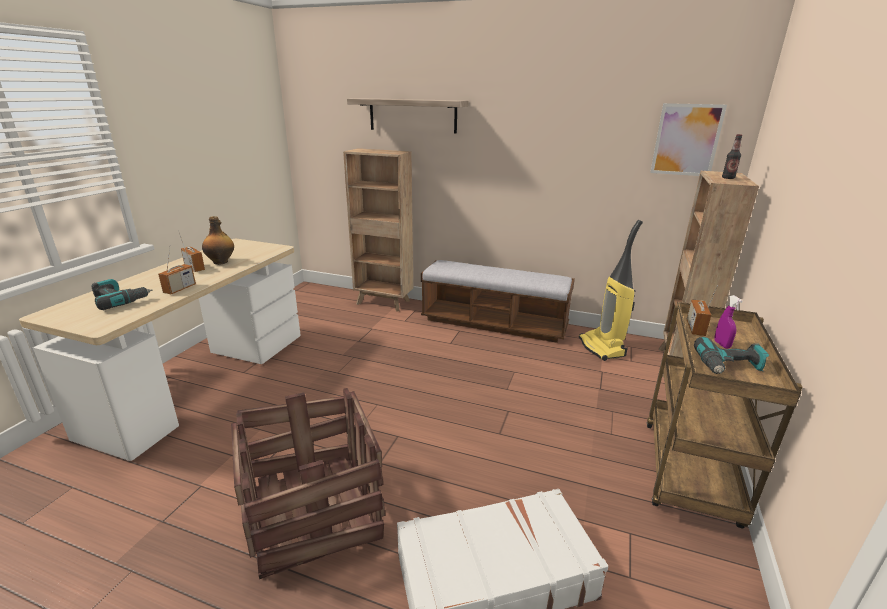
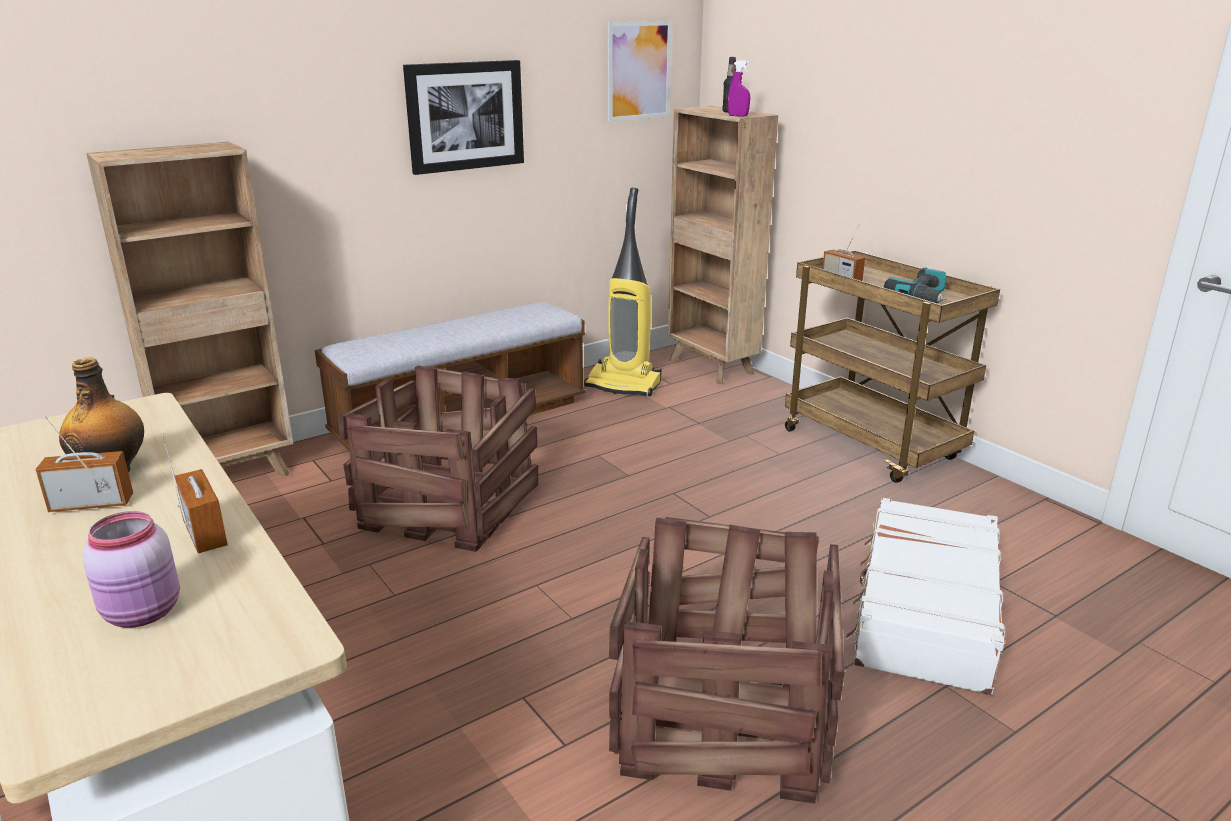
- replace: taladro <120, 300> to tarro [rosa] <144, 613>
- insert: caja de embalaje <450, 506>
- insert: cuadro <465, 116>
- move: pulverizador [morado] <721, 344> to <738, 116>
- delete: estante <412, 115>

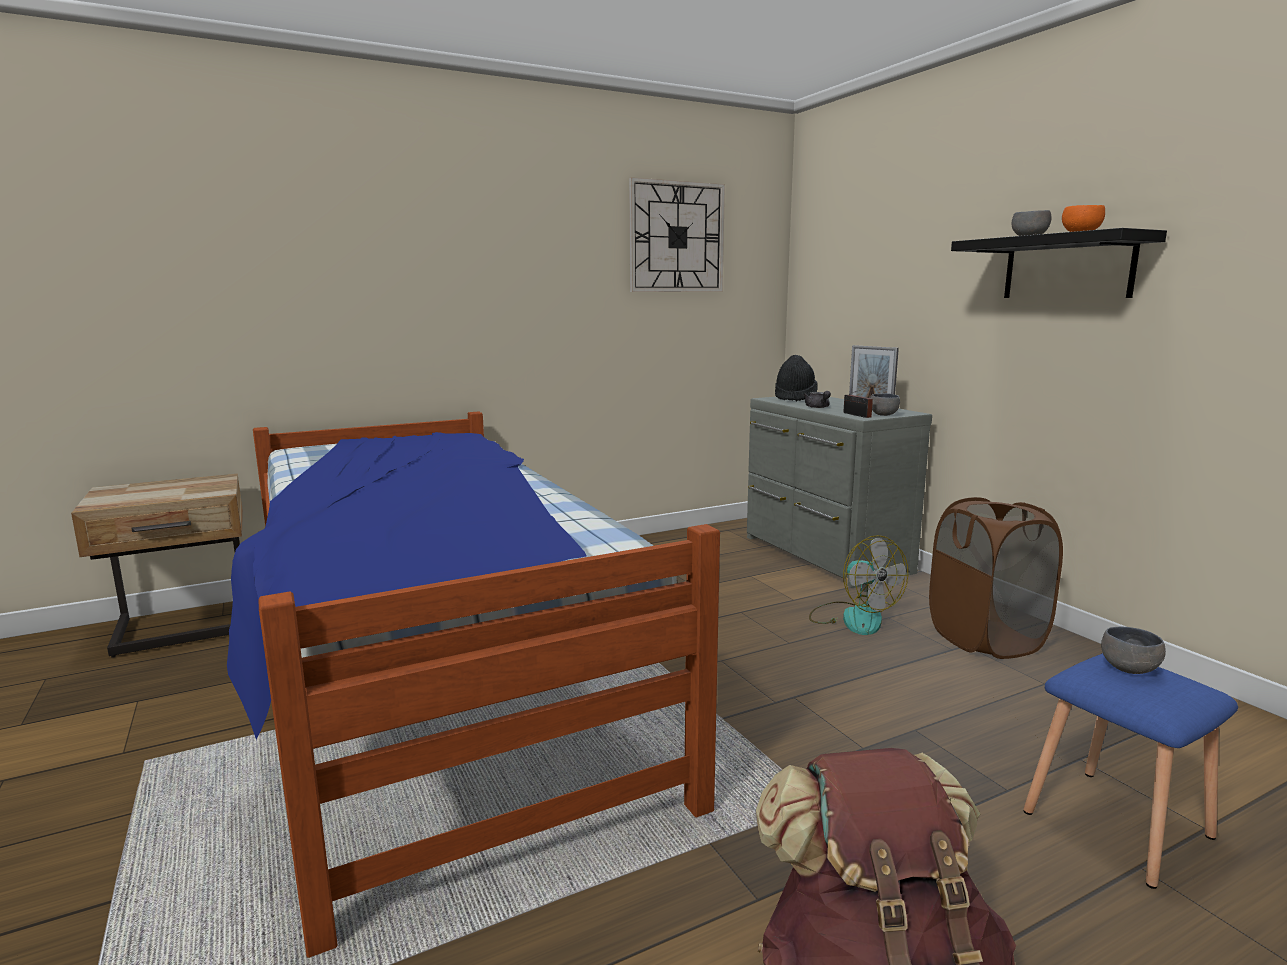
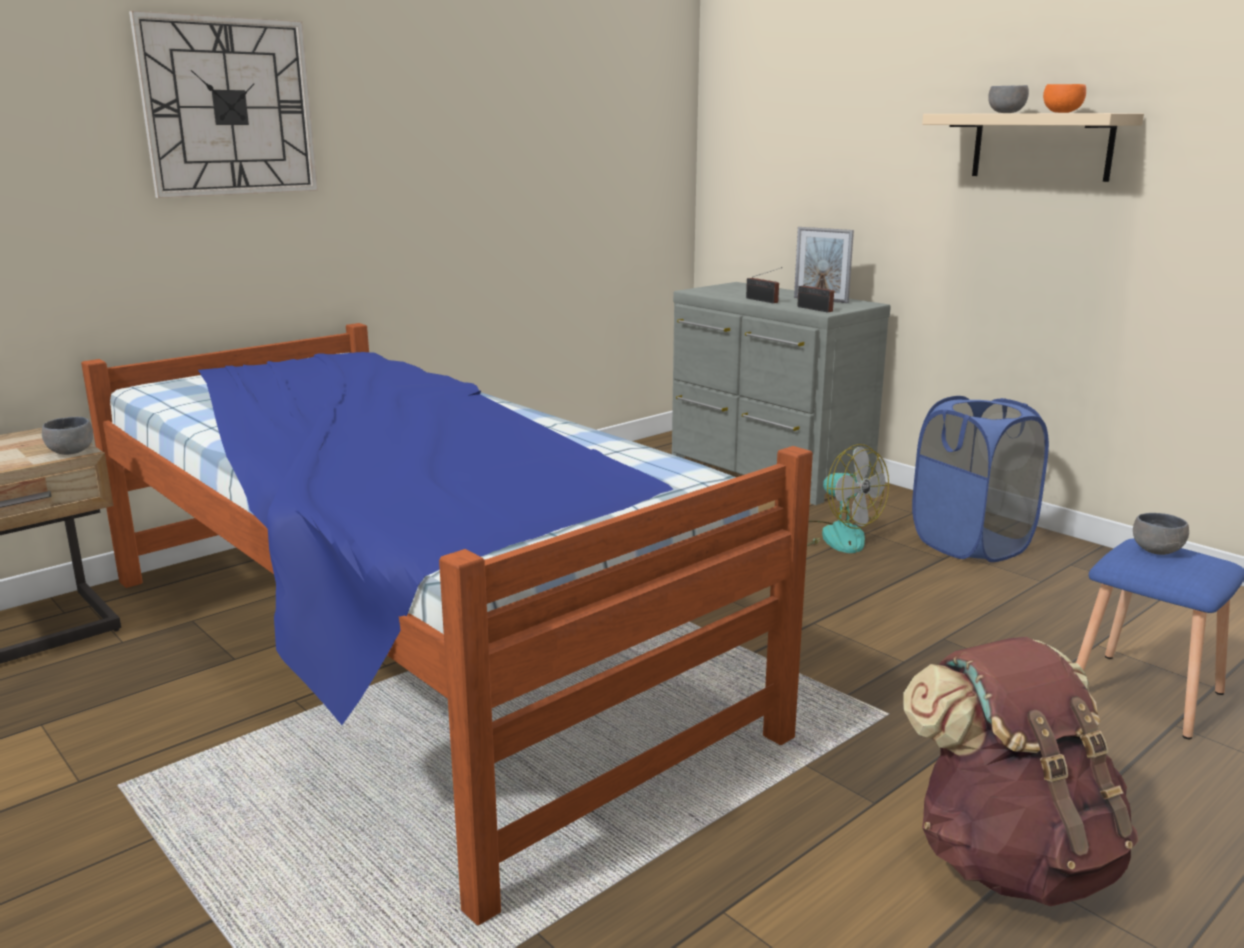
- move: cuenco [gris] <884, 415> to <71, 453>
- move: reloj de pared <676, 237> to <228, 107>
- replace: tetera [gris] <818, 407> to radio <763, 300>
- recolor: cesto de la ropa [marrón] <985, 639> to cesto de la ropa [azul] <970, 544>
- recolor: estante [negro] <1067, 267> to estante [beis] <1041, 146>
- delete: sombrero [negro] <795, 398>

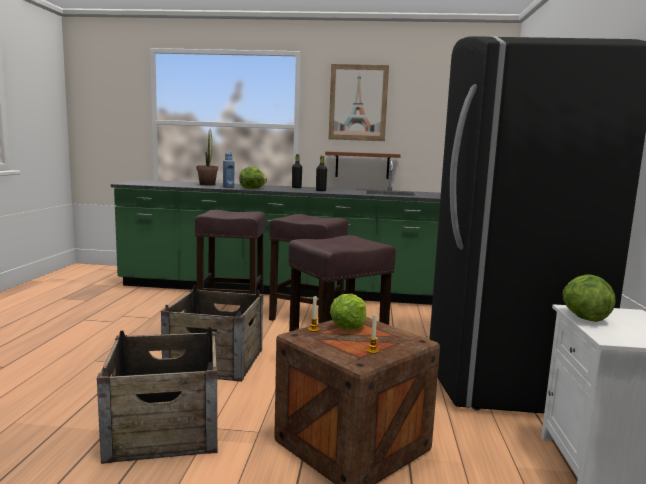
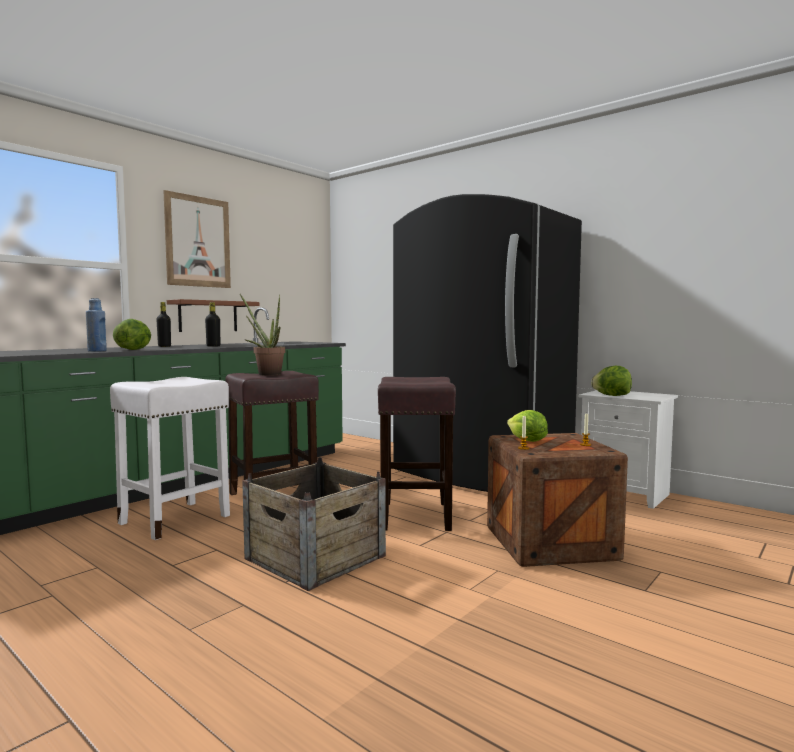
- recolor: taburete [marrón] <232, 309> to taburete [blanco] <176, 519>
- move: planta en maceta <208, 184> to <266, 374>
- delete: caja de embalaje <164, 428>

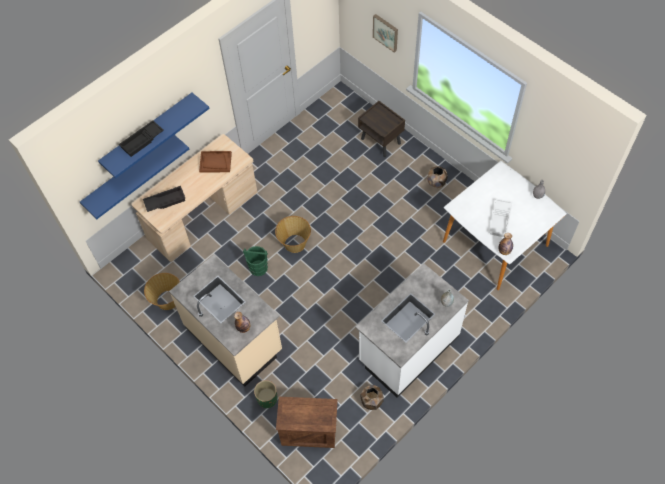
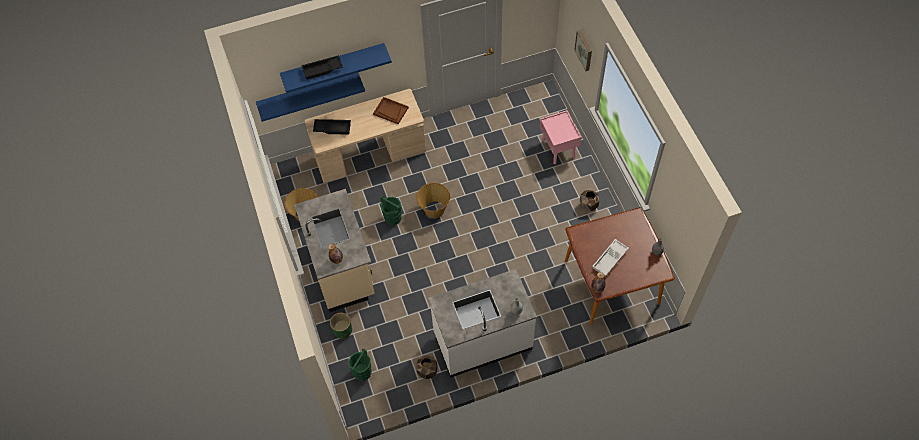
- replace: caja de embalaje <308, 431> to cubo [verde] <362, 372>
- recolor: mesita de noche [marrón] <381, 141> to mesita de noche [rosa] <558, 148>
- recolor: mesa de comedor [blanco] <495, 244> to mesa de comedor [marrón] <611, 282>

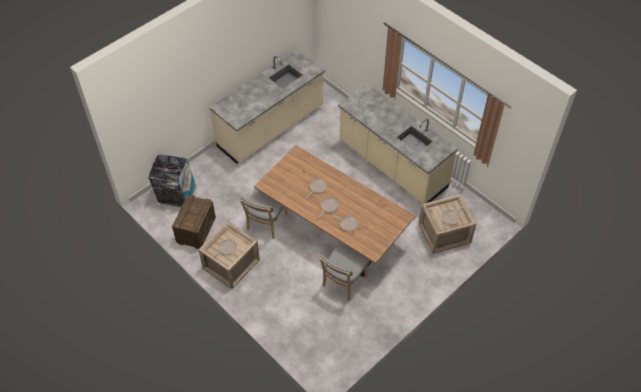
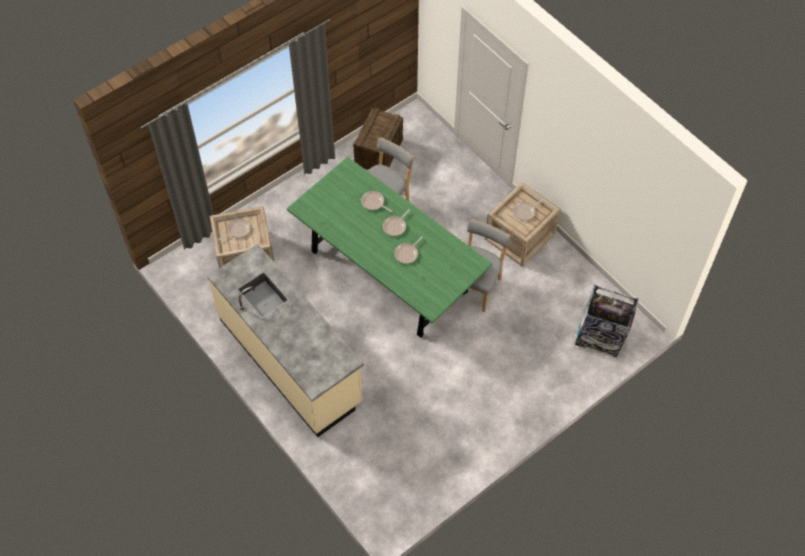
- recolor: mesa de comedor [marrón] <332, 229> to mesa de comedor [verde] <388, 271>
- move: caja de embalaje <196, 230> to <378, 153>
- delete: mueble bajo de cocina [beis] <271, 127>

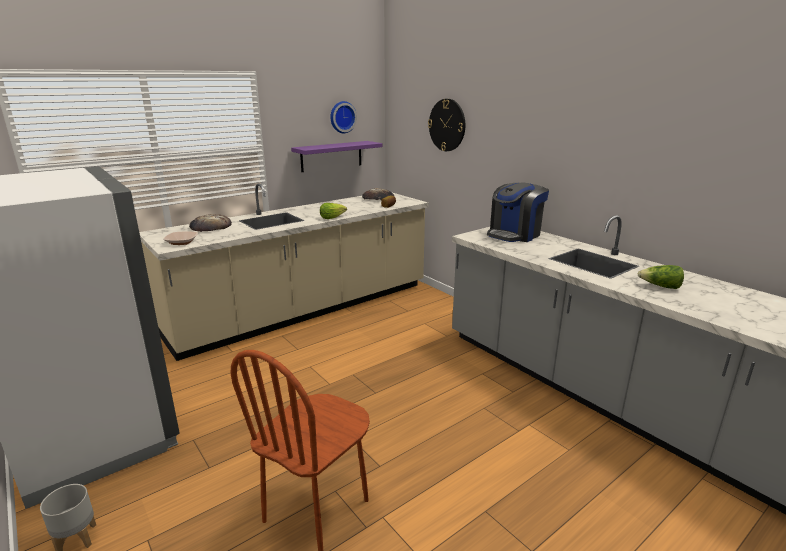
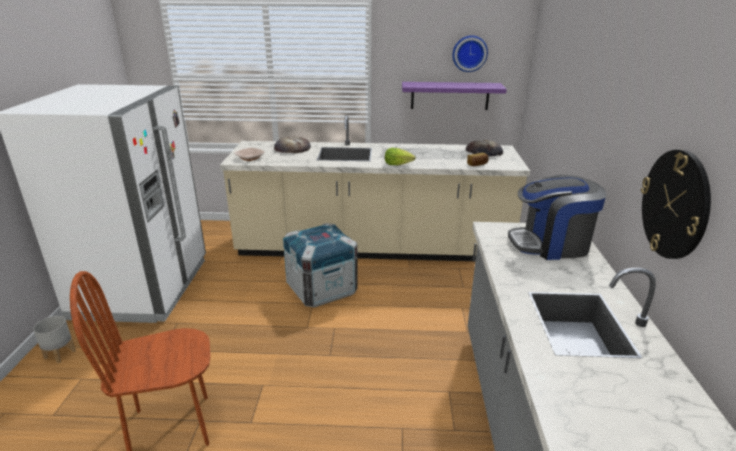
- insert: caja de embalaje <321, 289>
- move: reloj de pared <447, 125> to <675, 204>
- delete: lechuga <660, 286>

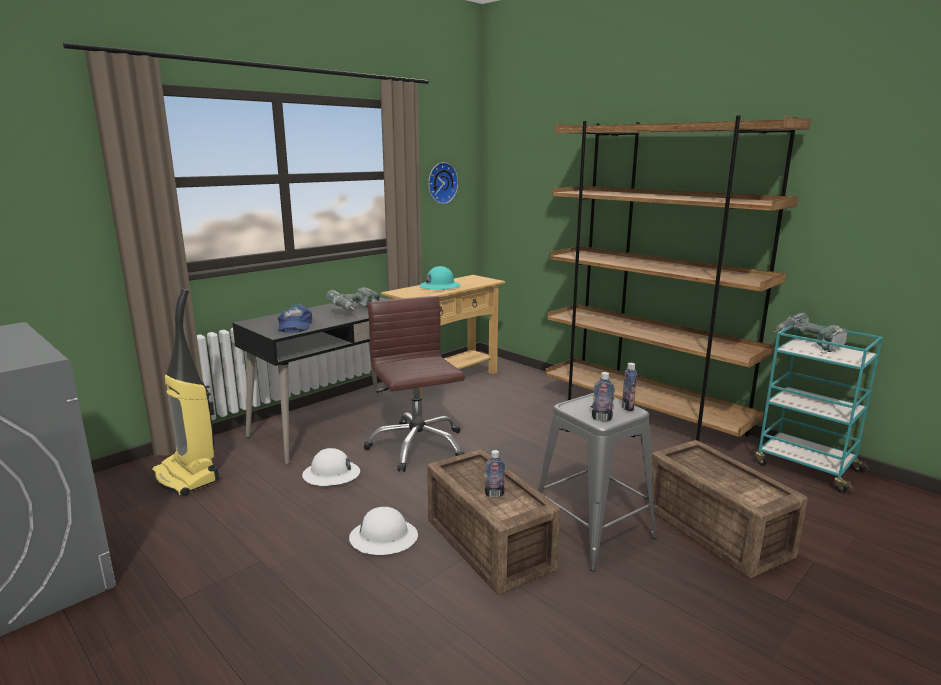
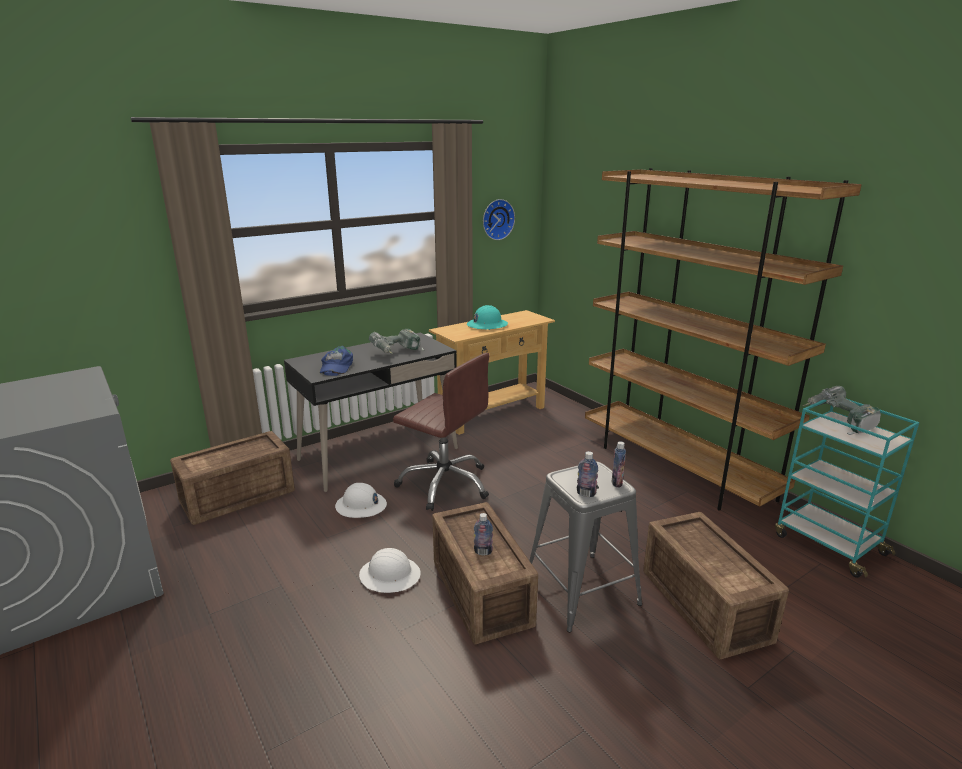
- replace: aspiradora <188, 477> to caja de embalaje <240, 497>
- rotate: silla de oficina [marrón] <417, 446> = <445, 484> 135 degrees clockwise

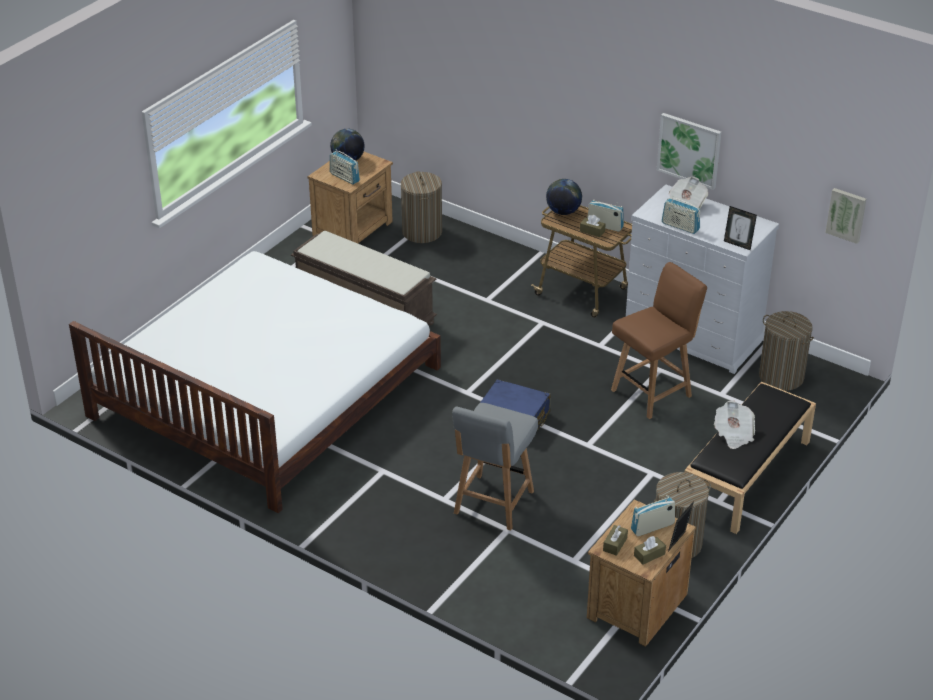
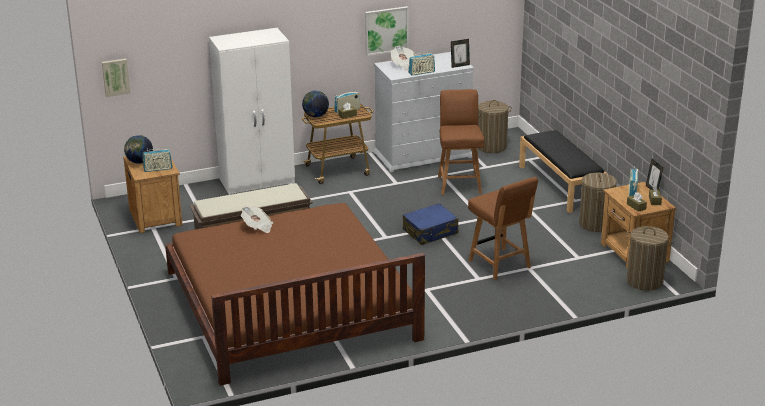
- move: cuadro <846, 214> to <115, 77>
- recolor: cama [blanco] <266, 392> to cama [marrón] <290, 305>
- insert: armario ropero [blanco] <258, 181>
- move: periódico <733, 434> to <257, 227>
- recolor: silla [gris] <492, 503> to silla [marrón] <500, 264>
- move: cesto de la ropa <422, 232> to <645, 281>

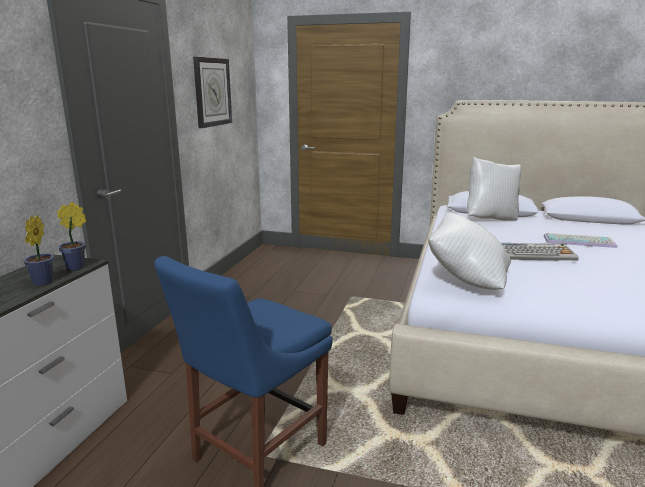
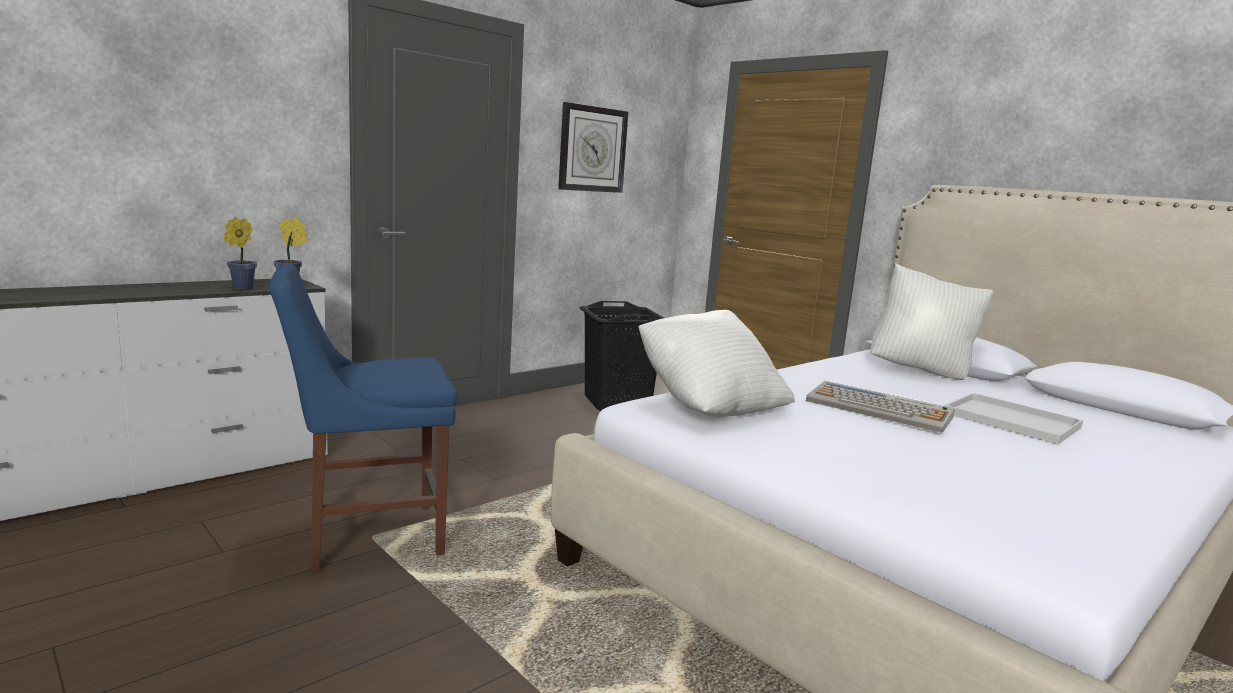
- insert: cesto de la ropa [negro] <617, 403>
- replace: teclado <579, 241> to bandeja [blanco] <1014, 420>

